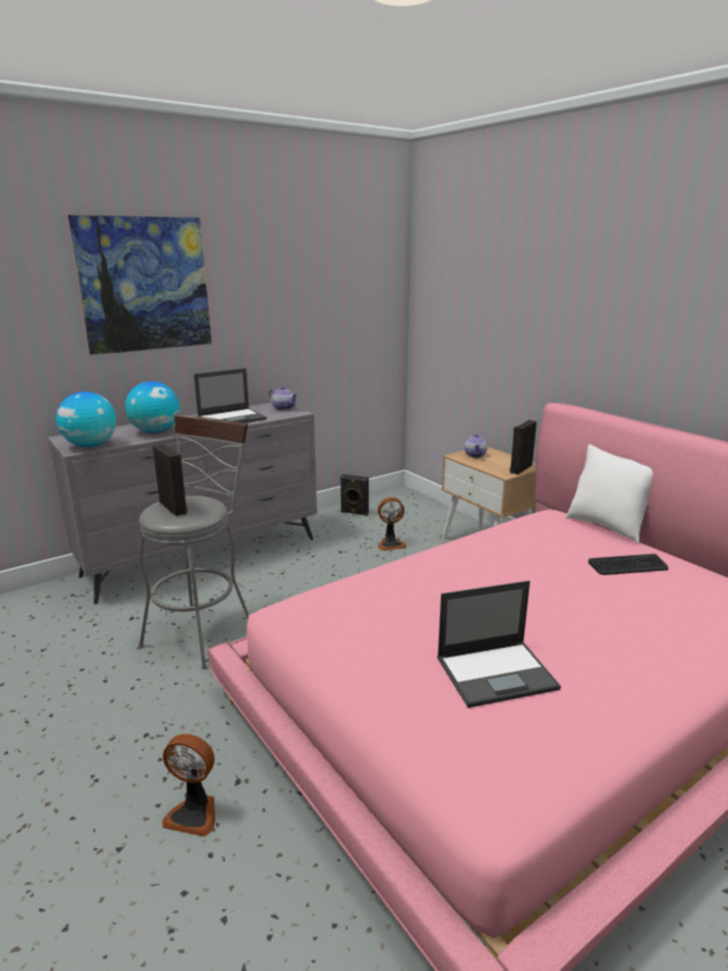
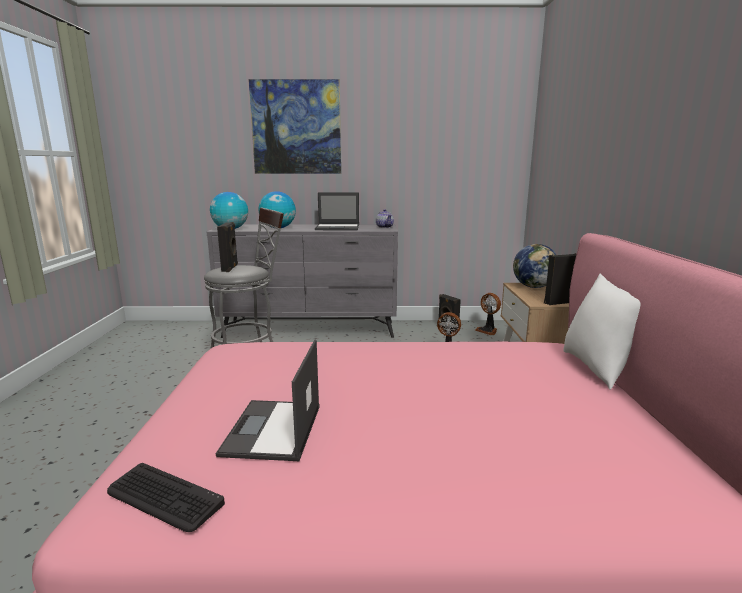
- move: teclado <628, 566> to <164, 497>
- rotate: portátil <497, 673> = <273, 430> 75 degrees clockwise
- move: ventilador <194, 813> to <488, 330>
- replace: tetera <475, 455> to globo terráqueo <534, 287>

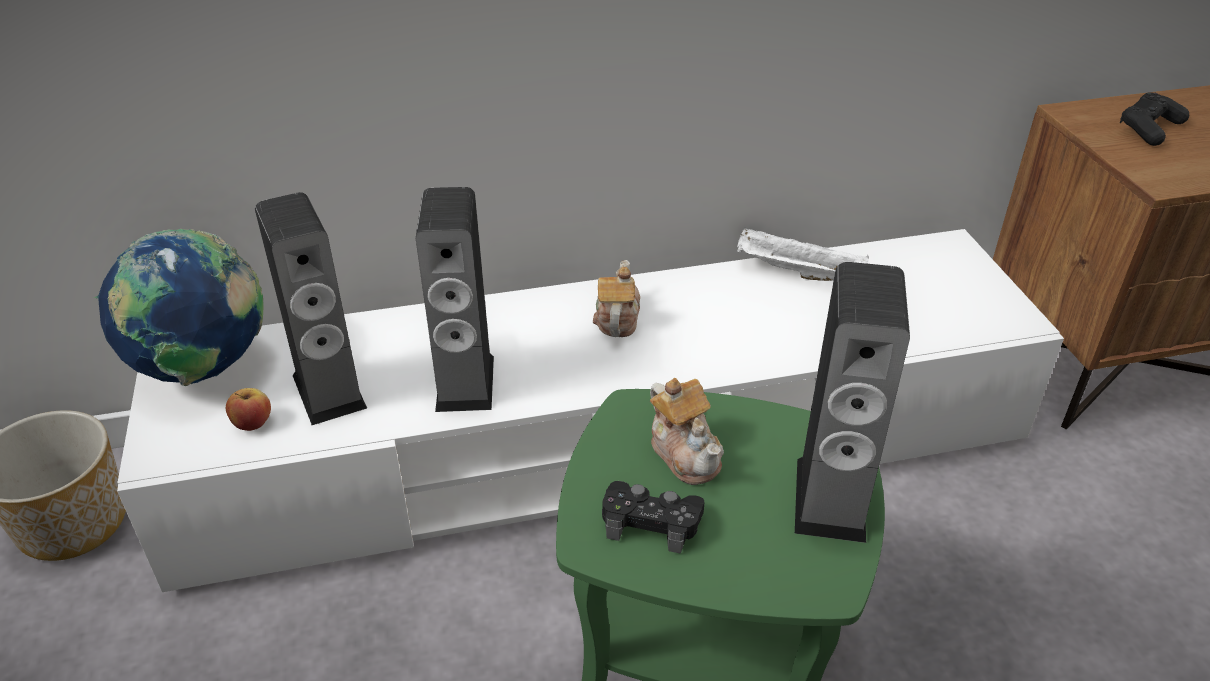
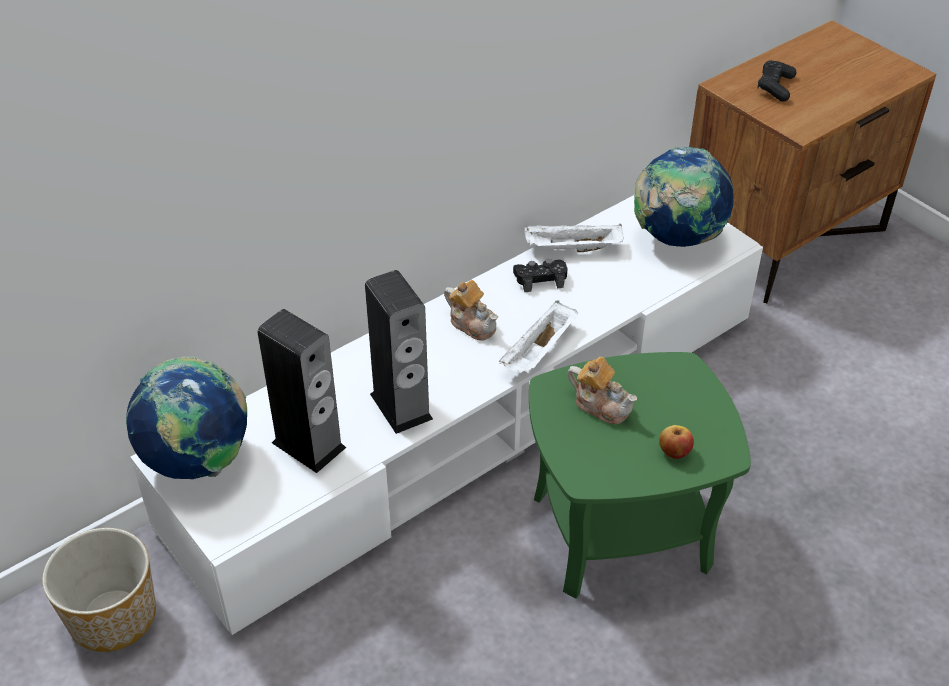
- rotate: tetera <617, 319> = <472, 324> 150 degrees clockwise
- insert: bandeja [blanco] <539, 352>
- move: mando de consola [negro] <651, 522> to <540, 279>
- insert: globo terráqueo <676, 238>
- move: manzana <252, 423> to <674, 452>
- delete: altavoz <830, 499>

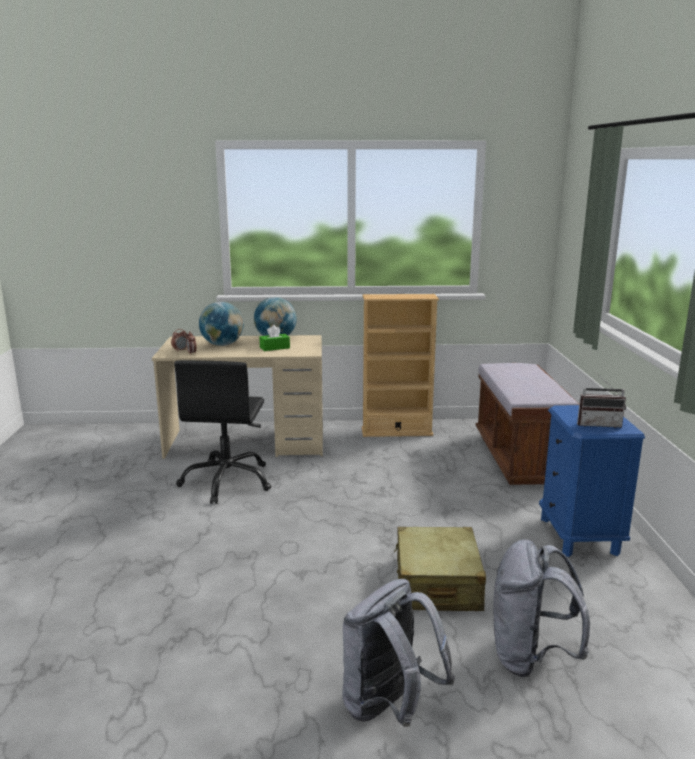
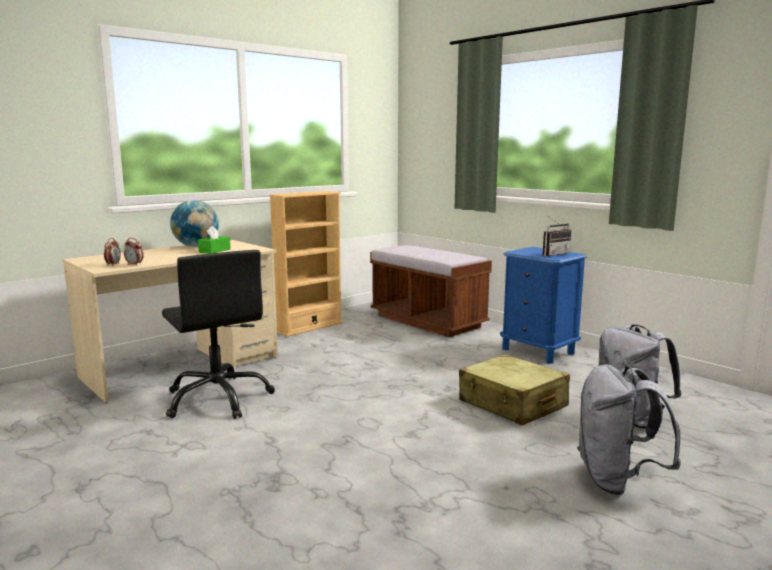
- delete: globo terráqueo <222, 345>

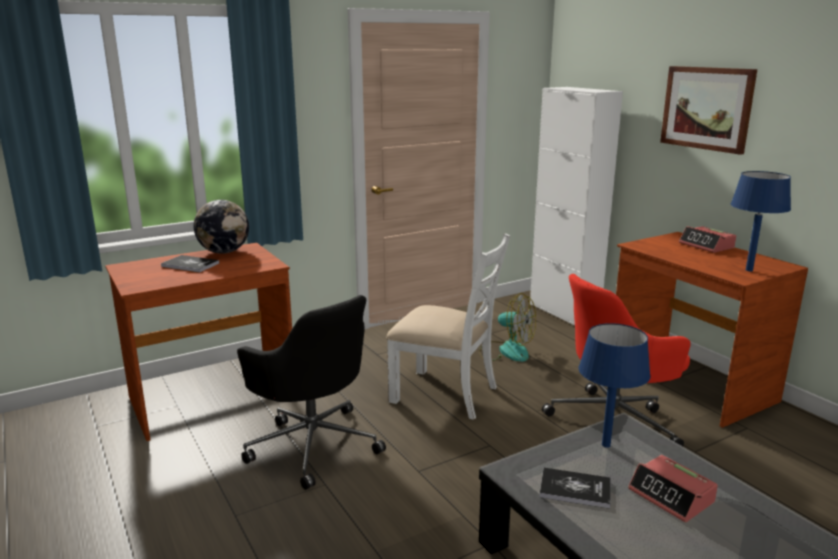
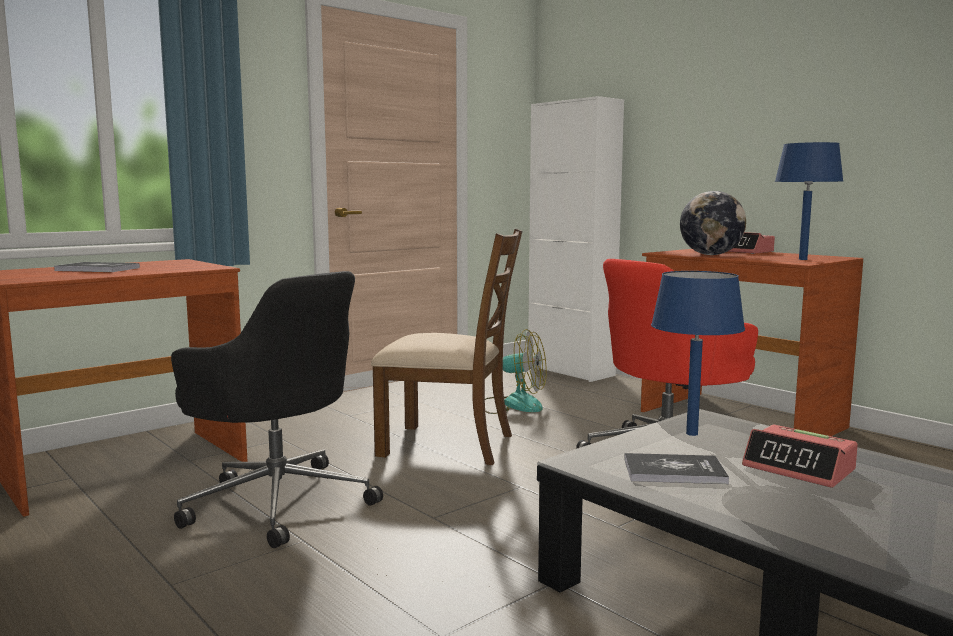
- recolor: silla [blanco] <445, 394> to silla [marrón] <448, 444>
- move: globo terráqueo <224, 252> to <710, 255>
- delete: cuadro <707, 108>

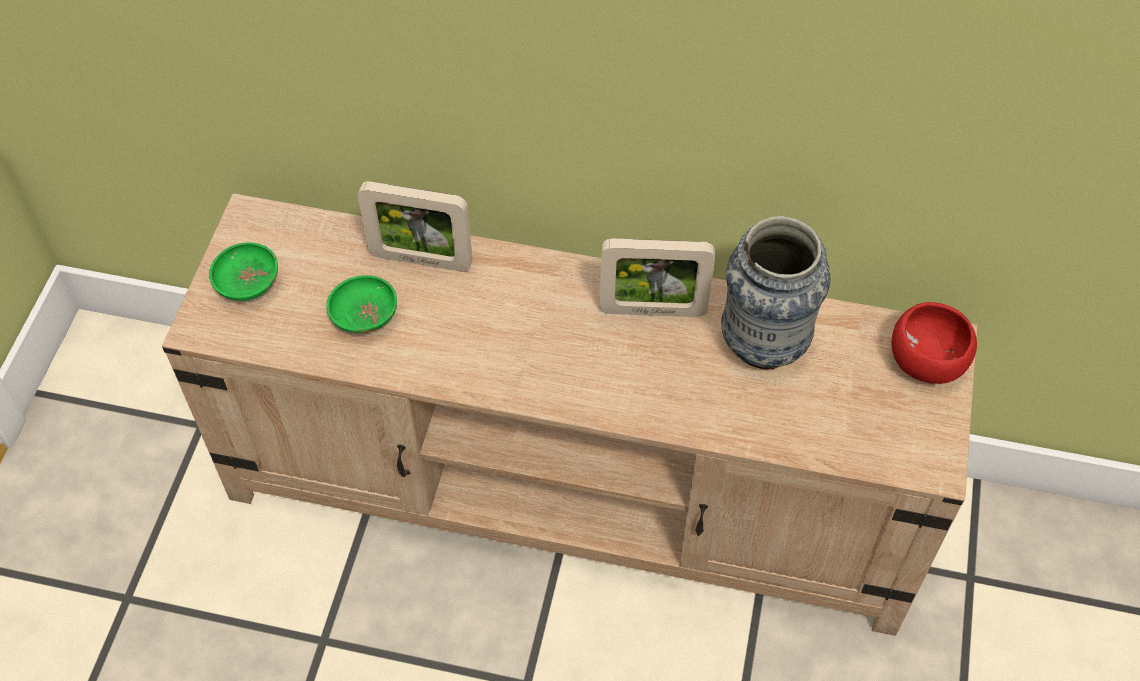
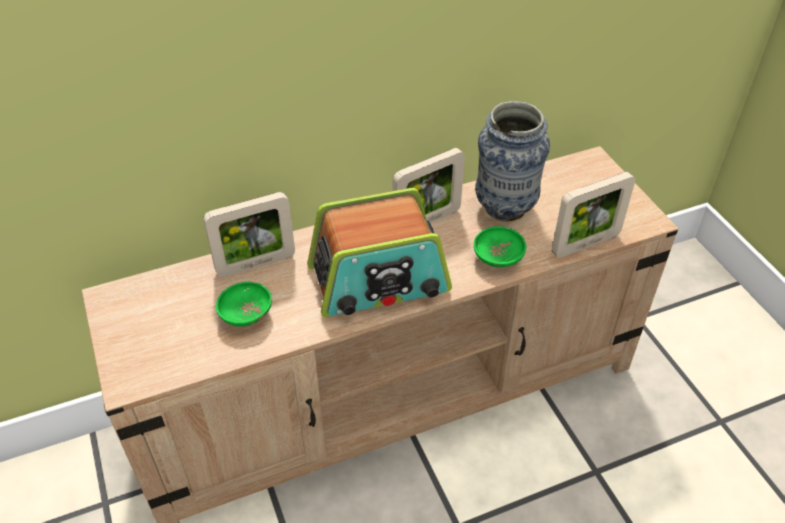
- insert: radio <379, 280>
- move: cuenco [verde] <248, 284> to <498, 257>
- insert: portarretratos <585, 244>
- delete: cuenco [rojo] <924, 362>

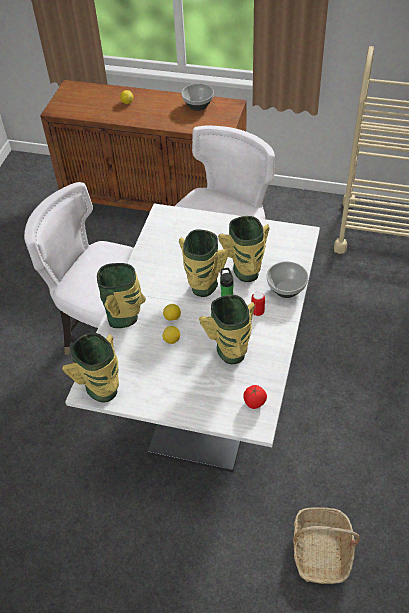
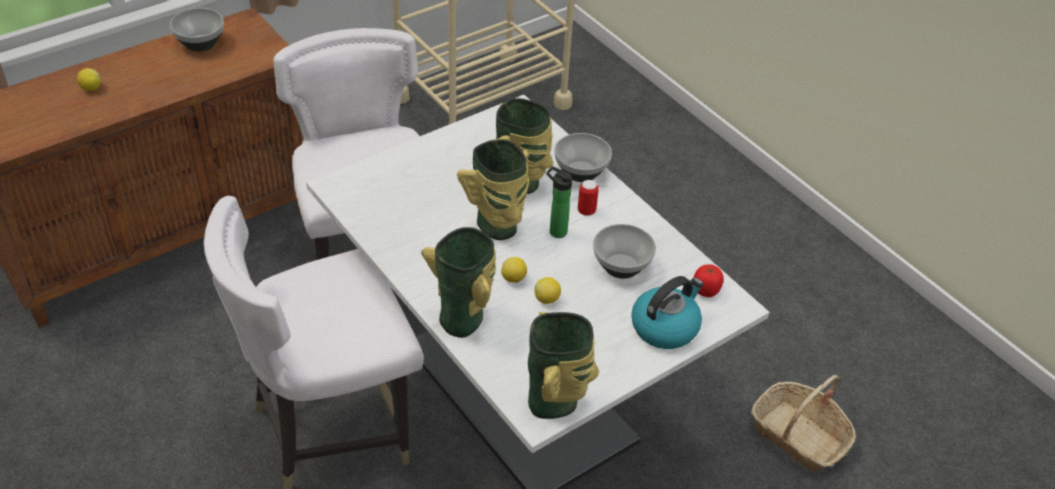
- replace: florero <231, 353> to cuenco <621, 266>
- insert: hervidor <665, 327>

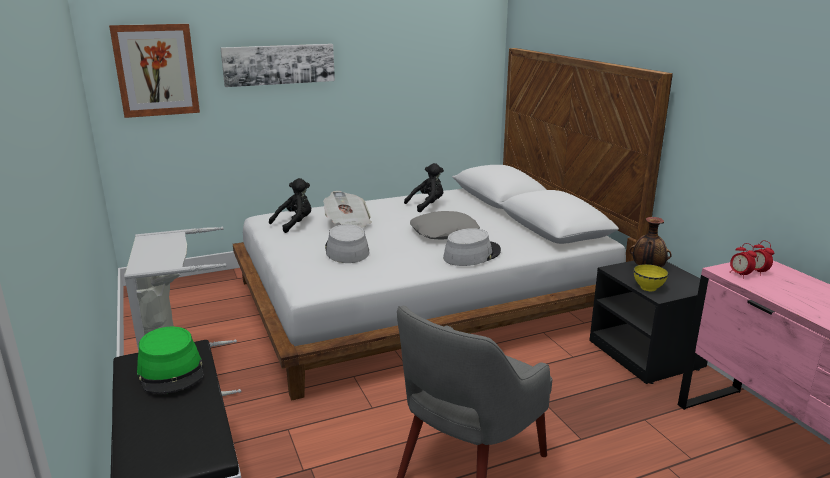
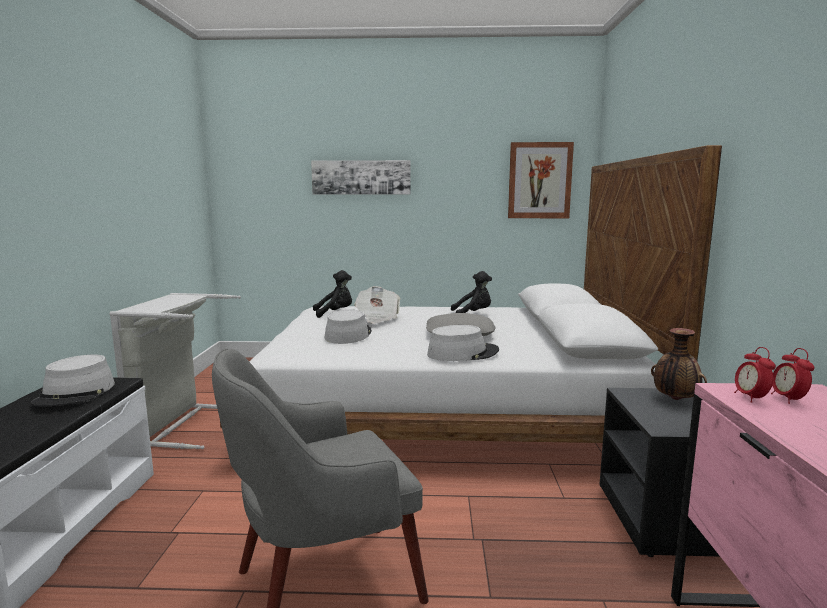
- recolor: sombrero [verde] <171, 371> to sombrero [gris] <75, 393>
- move: cuadro <156, 70> to <539, 180>
- delete: cuenco [amarillo] <648, 288>

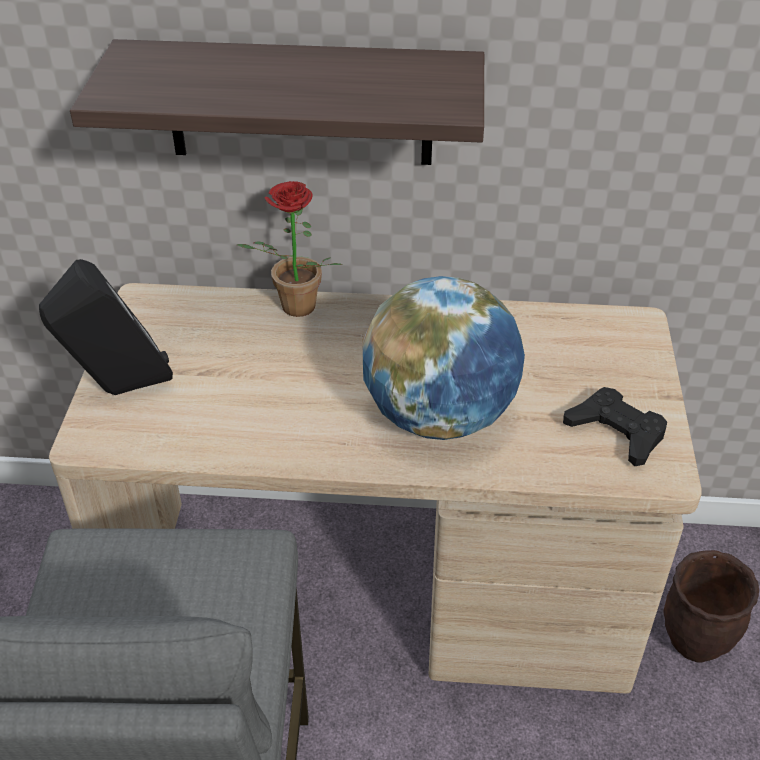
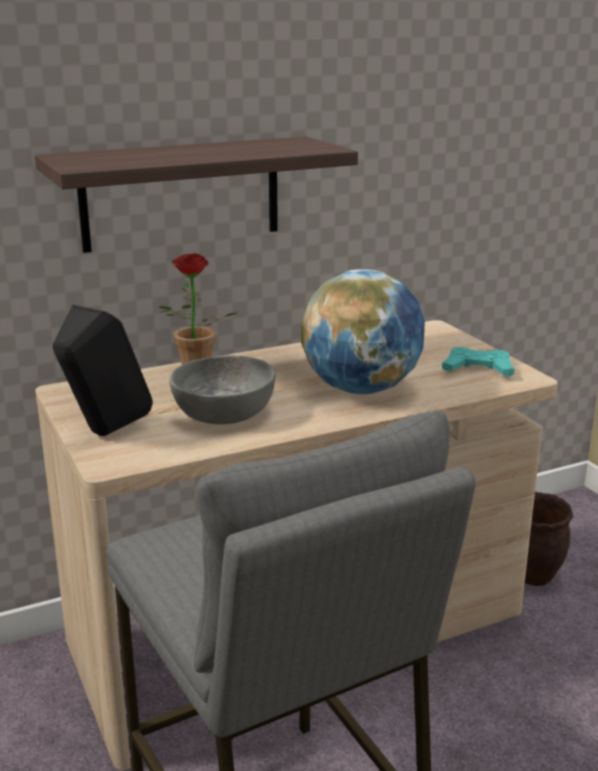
- insert: cuenco [gris] <223, 413>
- recolor: mando de consola [negro] <616, 432> to mando de consola [turquesa] <478, 369>

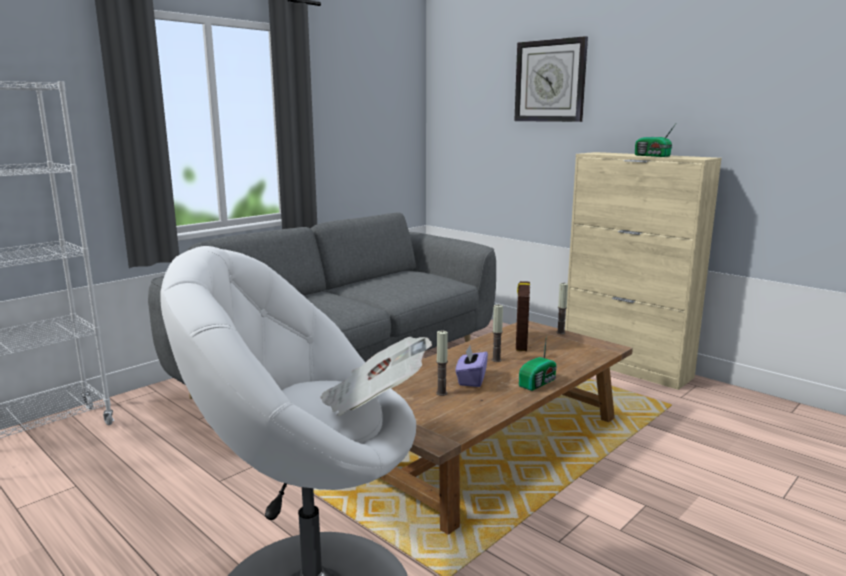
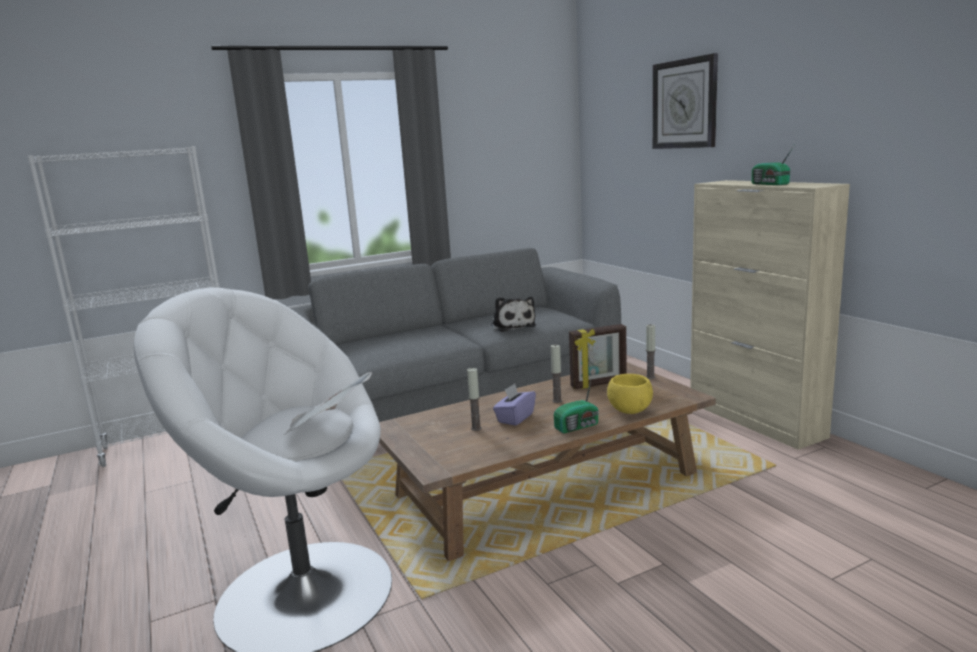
- insert: peluche <512, 326>
- rotate: portarretratos <521, 342> = <599, 384> 135 degrees counterclockwise
- insert: cuenco [amarillo] <630, 411>

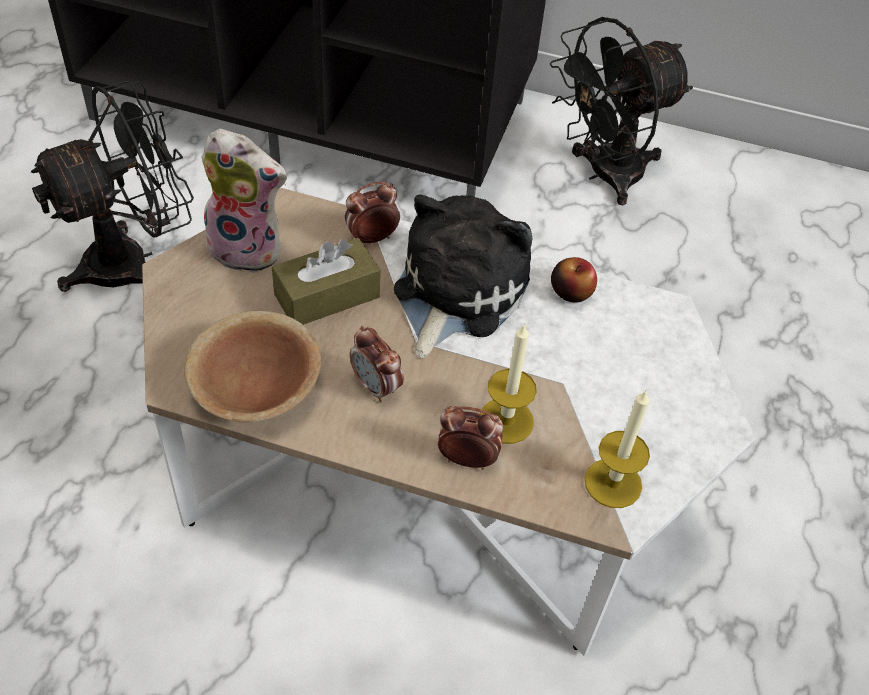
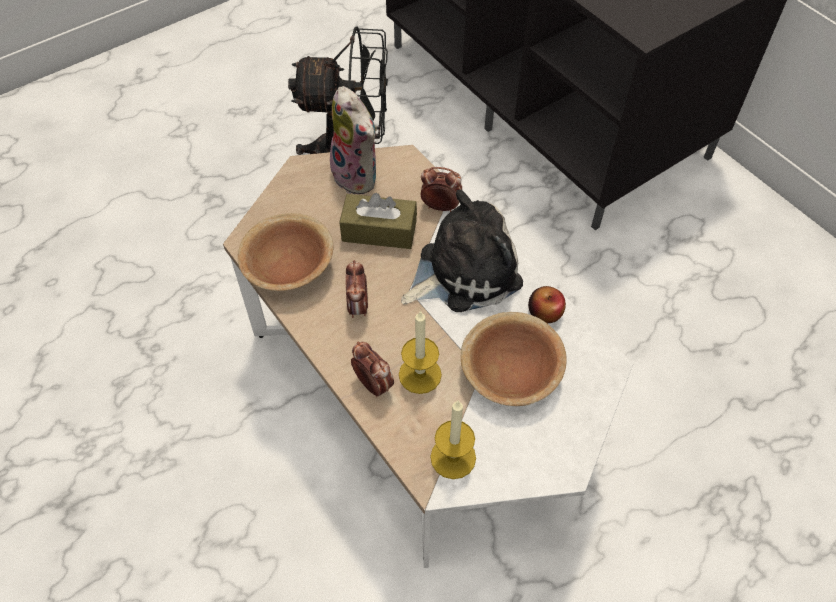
- insert: cuenco [marrón] <510, 372>
- delete: ventilador [negro] <603, 175>

